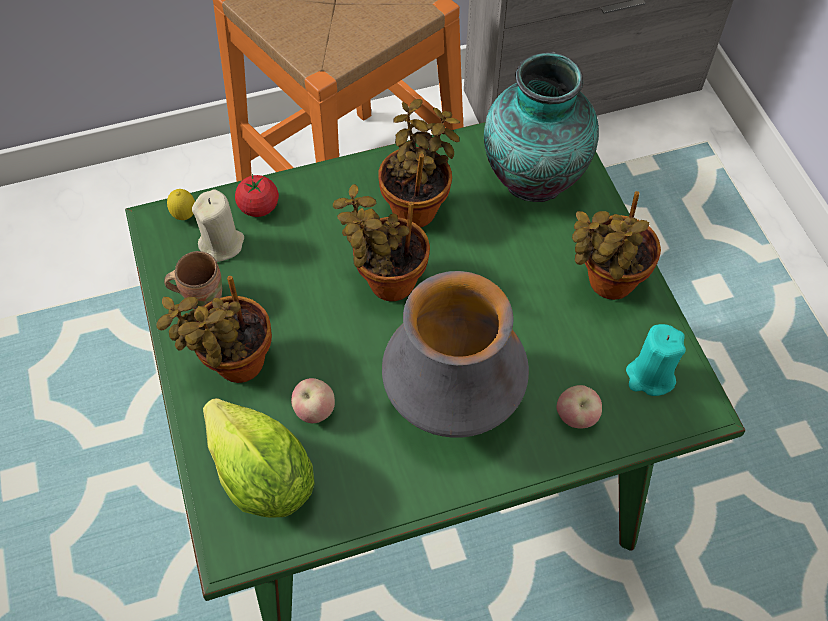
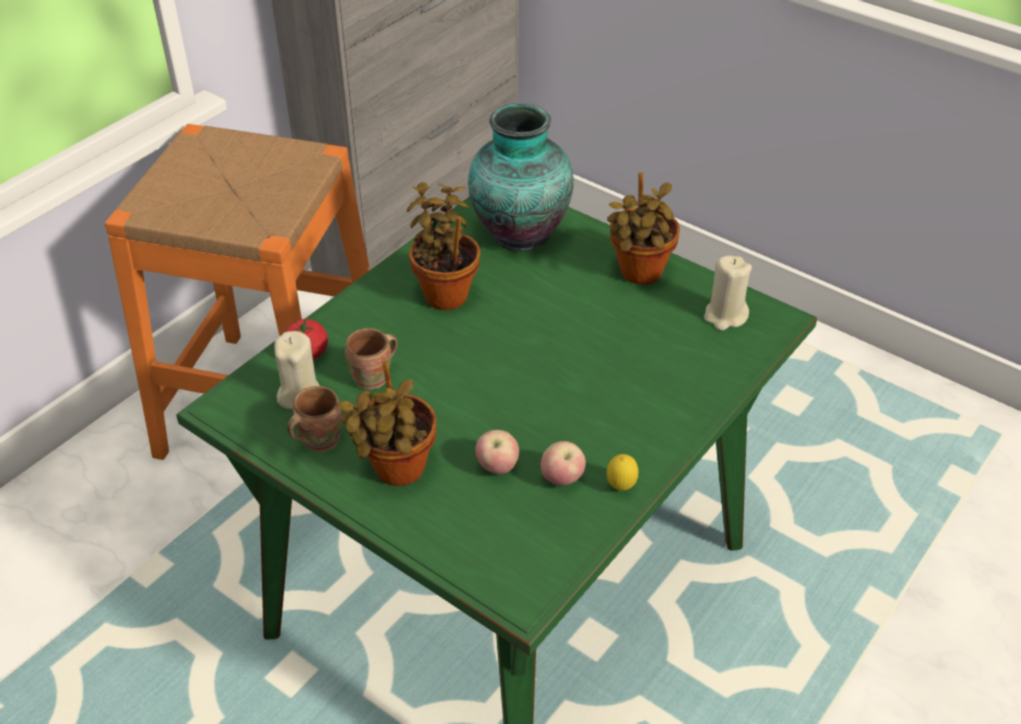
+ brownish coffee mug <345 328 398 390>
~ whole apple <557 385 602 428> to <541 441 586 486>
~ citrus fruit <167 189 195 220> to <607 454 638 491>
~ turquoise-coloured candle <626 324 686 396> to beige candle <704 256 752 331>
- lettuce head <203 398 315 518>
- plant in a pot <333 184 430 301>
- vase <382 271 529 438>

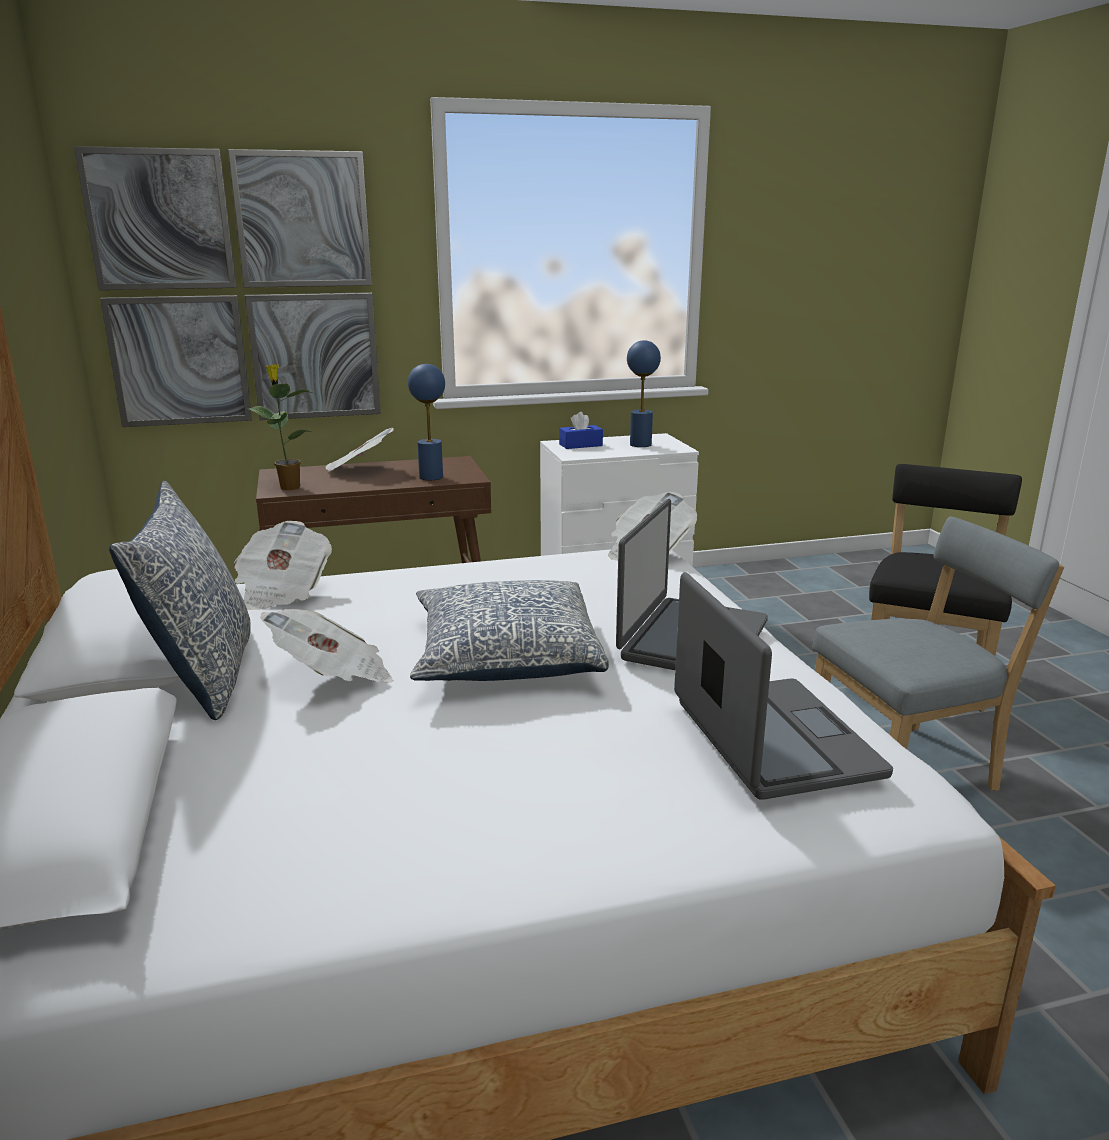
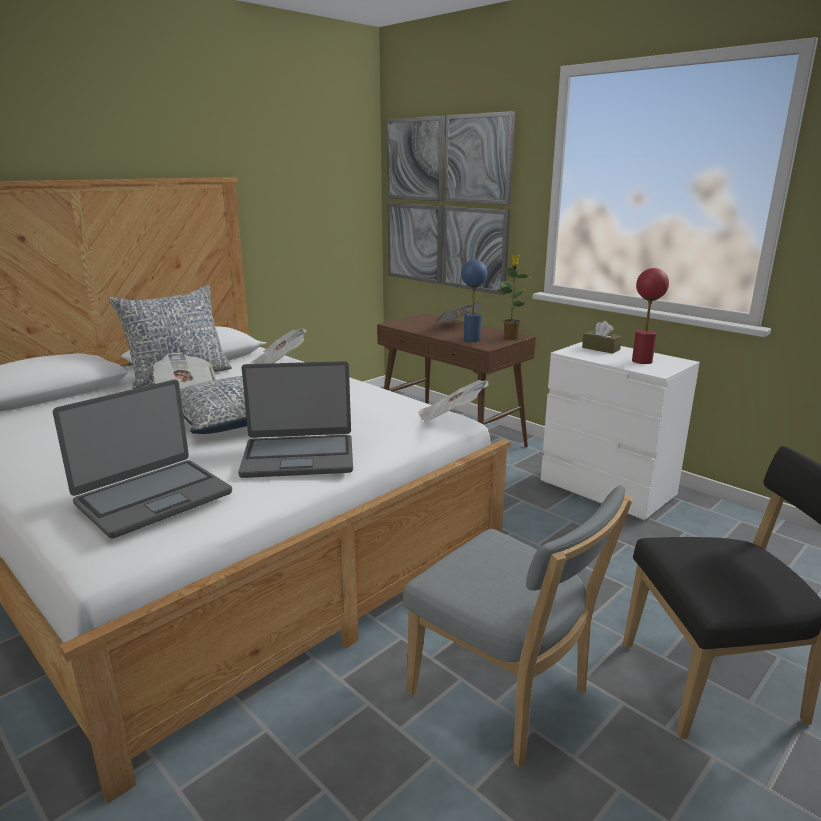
~ plant in a pot <249 364 313 490> to <497 255 531 340>
~ bluish box of tissues <559 412 603 449> to brownish box of tissues <582 321 622 354>
~ bluish tabletop lamp <627 340 661 447> to red tabletop lamp <632 268 669 364>

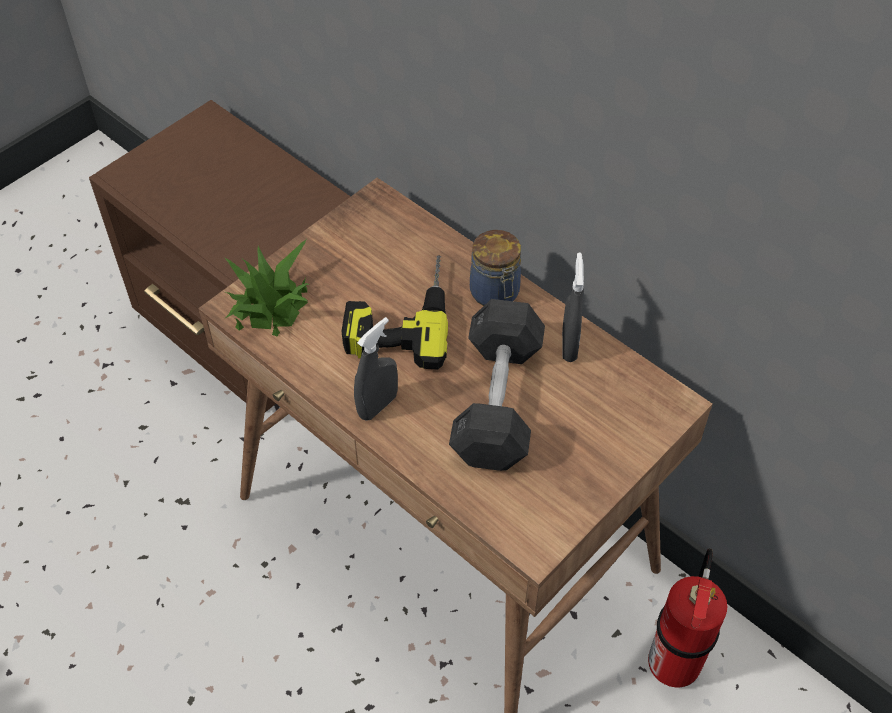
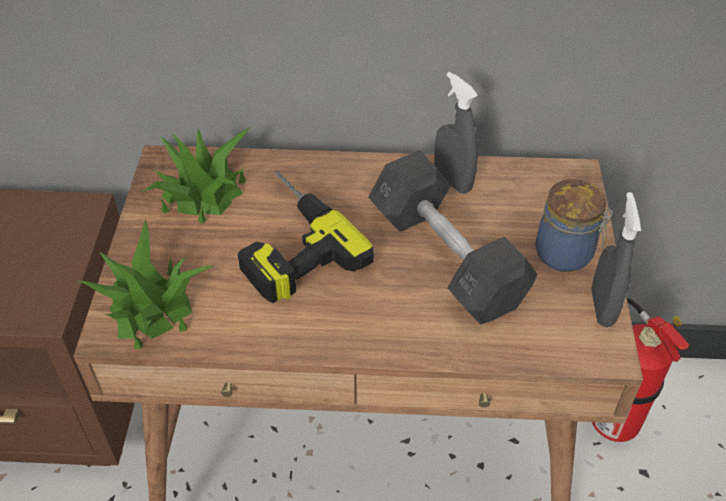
+ plant in a pot <139 127 250 224>
~ preserve jar <470 230 521 306> to <536 179 613 272>
~ gray spray bottle <354 317 398 420> to <592 192 641 327>

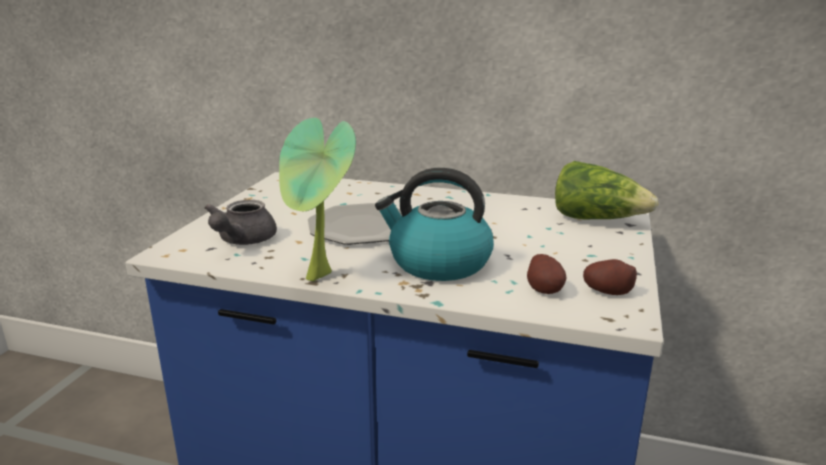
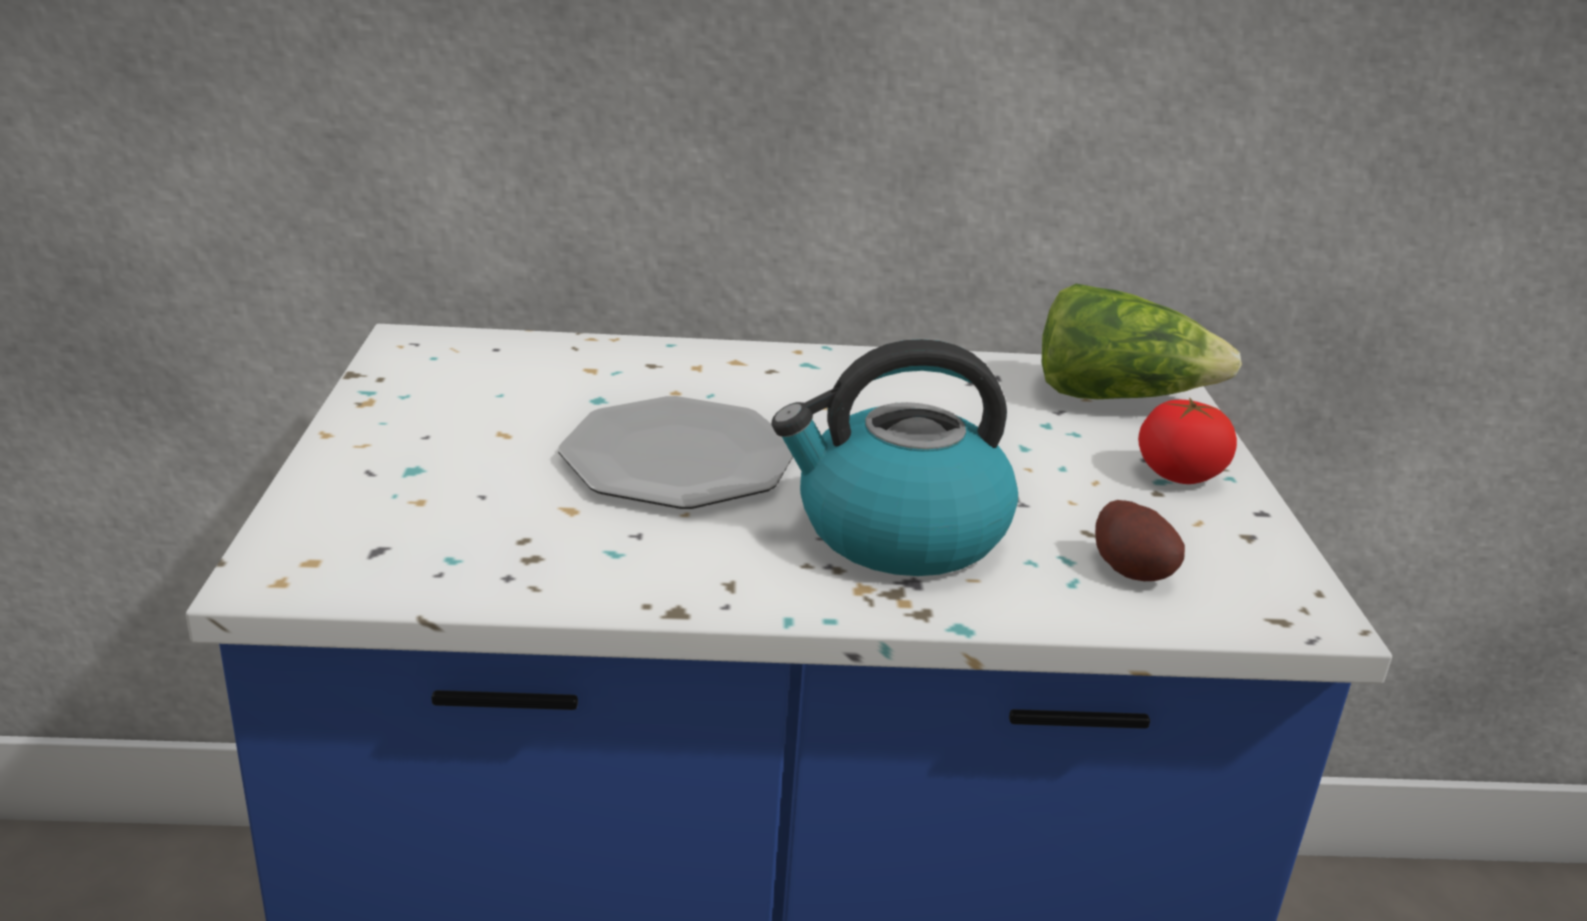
+ whole tomato <1138 397 1237 484>
- gray pot for tea <205 200 277 245>
- plant in a pot <279 118 356 282>
- spud <583 259 637 295>

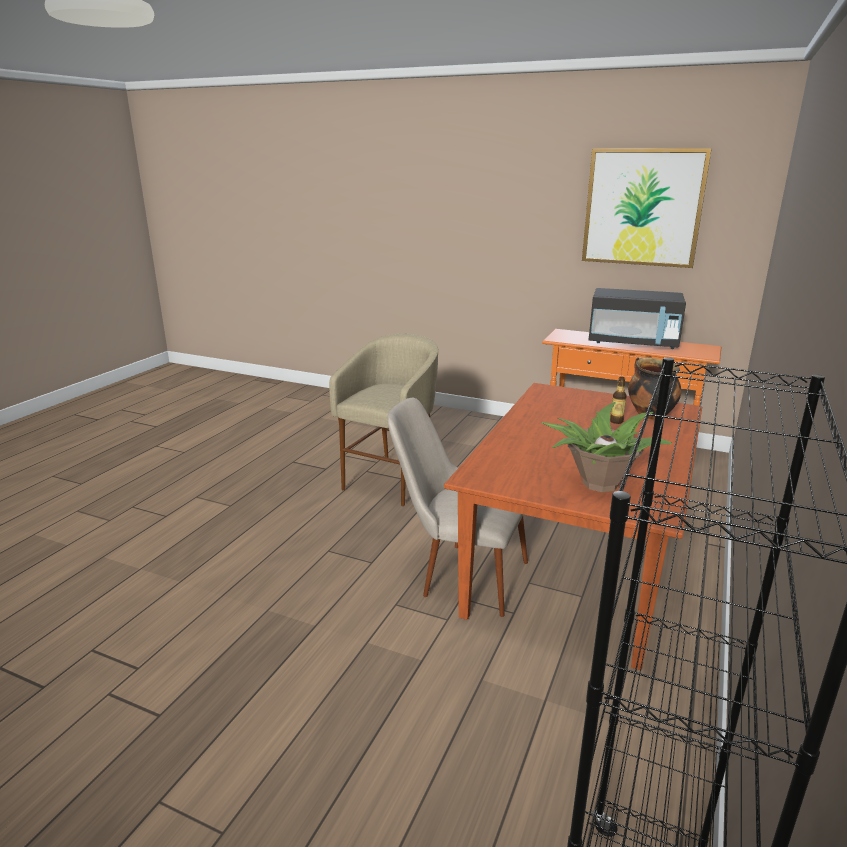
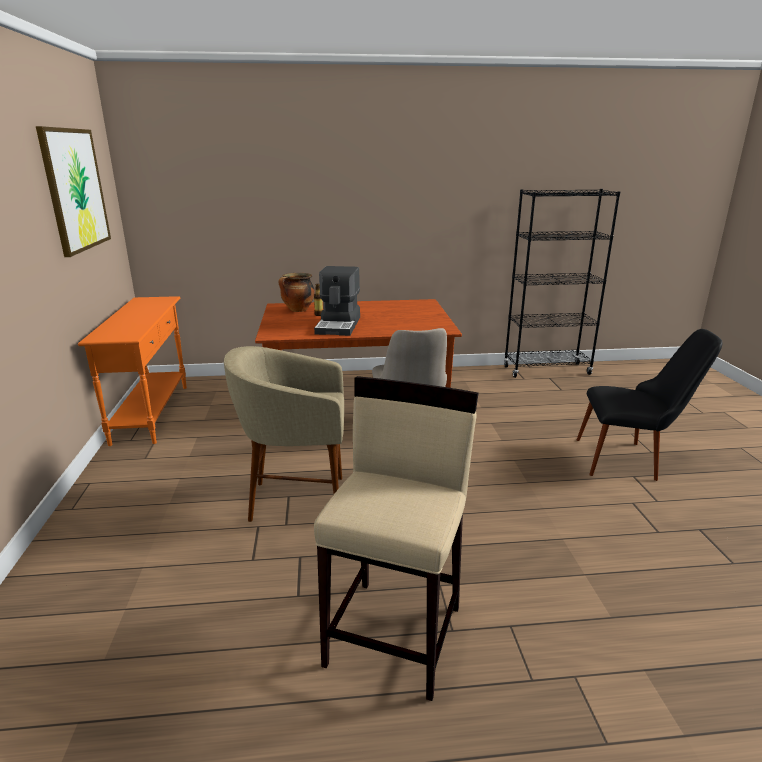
+ coffee brewer <314 266 360 336>
+ beige stool seat <314 376 478 701>
+ black chair <577 329 723 481>
- plant in a pot <541 402 672 492>
- black microwave oven <589 288 686 349>

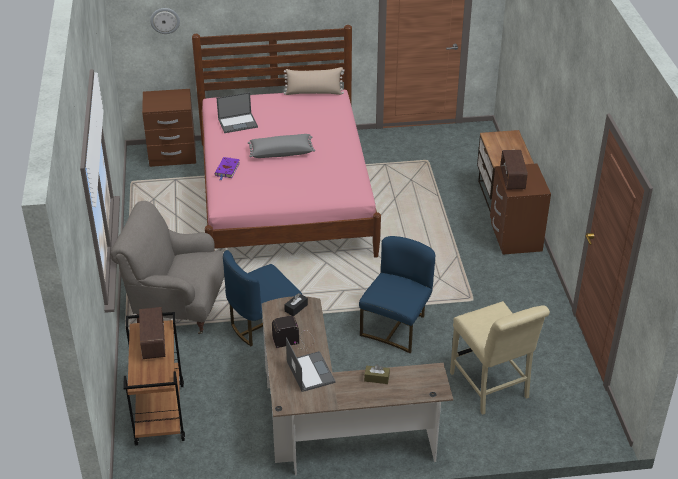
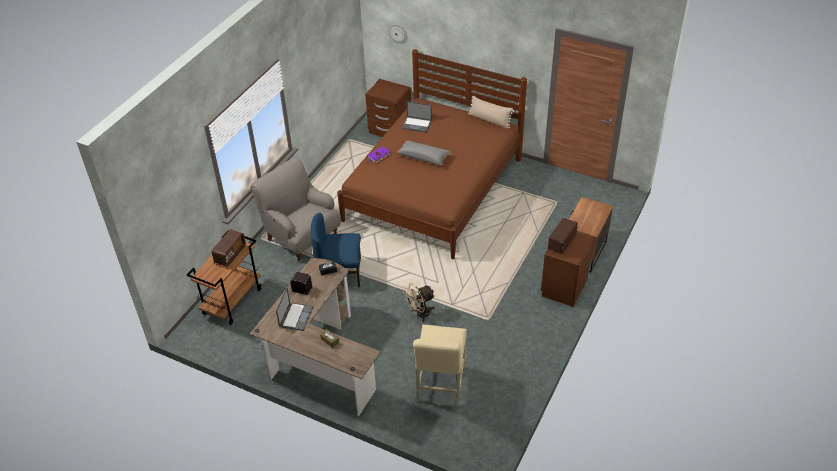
~ pinkish sleeping bed <192 25 381 258> to brownish sleeping bed <337 49 527 259>
~ bluish chair <359 236 435 353> to beige electric fan <403 283 435 322>

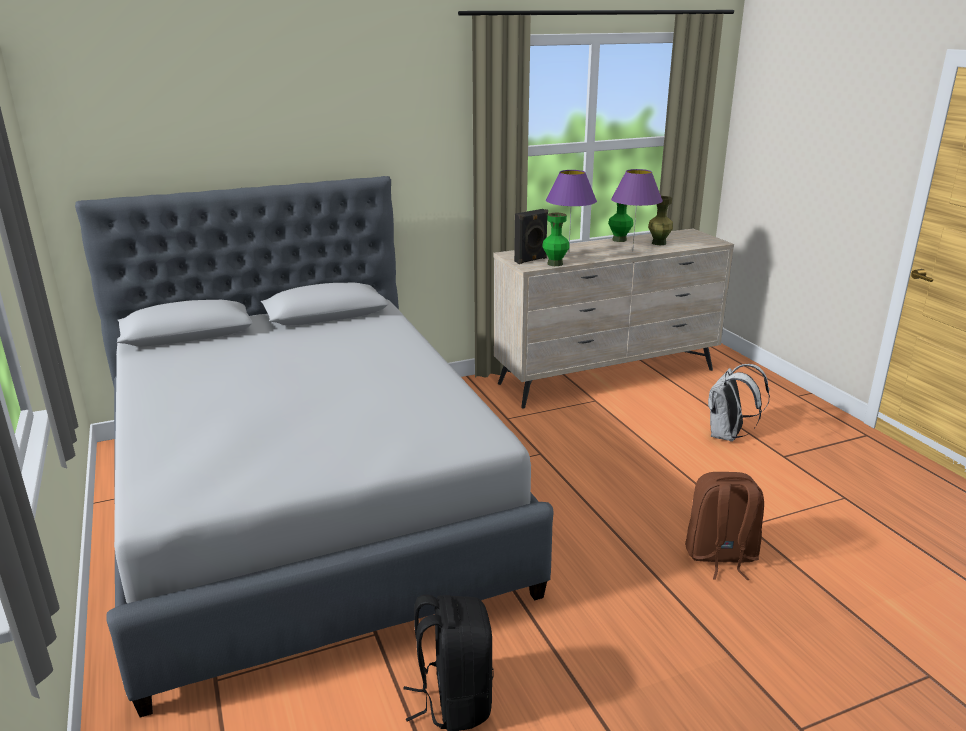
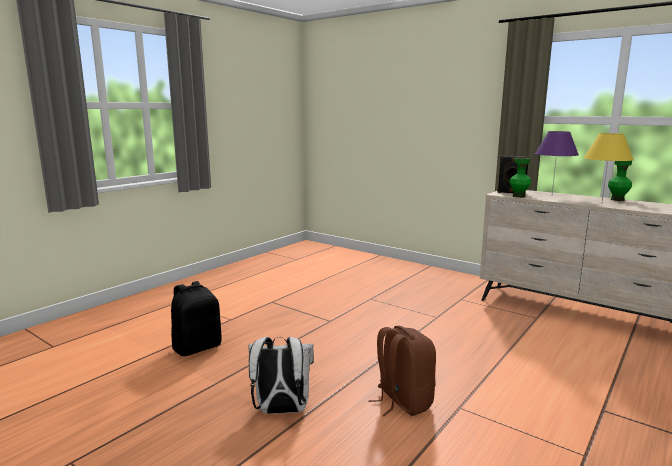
~ whitish knapsack <708 364 770 442> to <248 337 314 414>
~ purple-coloured tabletop lamp <611 169 663 251> to yellow-coloured tabletop lamp <584 133 634 202>
- gray sleeping bed <75 176 554 718>
- greenish vase <648 196 673 245>

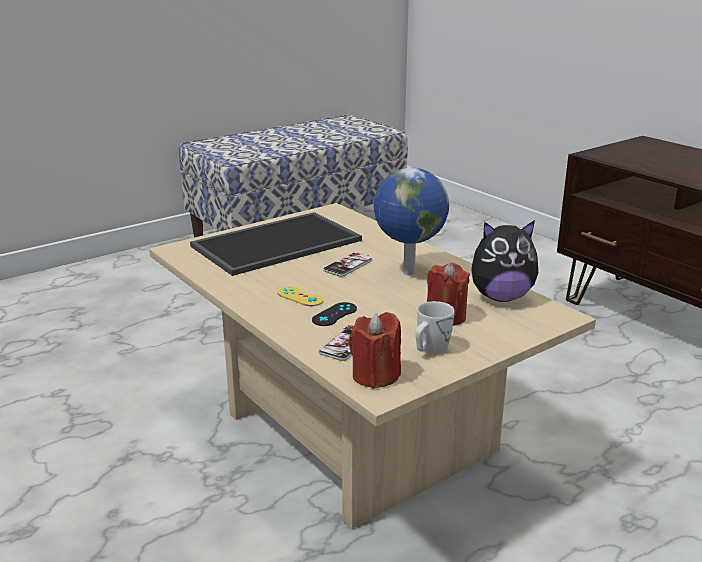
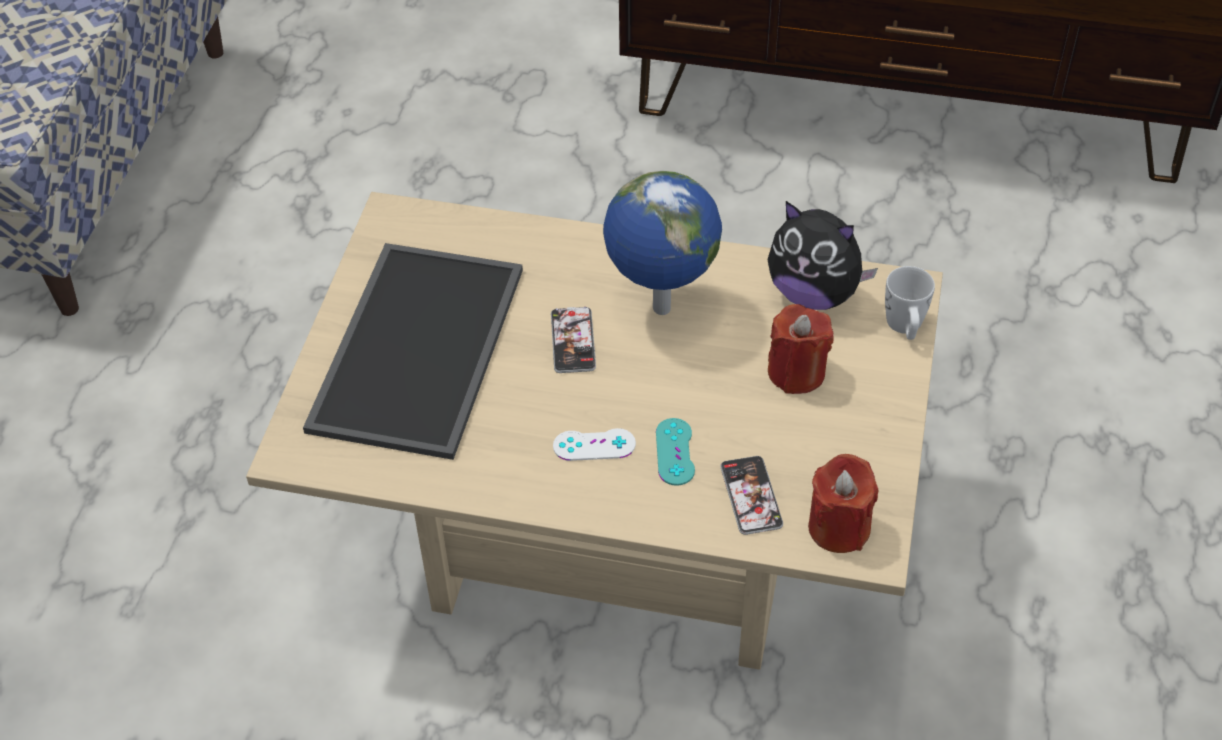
~ yellow-coloured game controller <278 287 324 306> to whitish game controller <553 428 636 461>
~ black game controller <312 302 357 326> to turquoise-coloured game controller <656 418 695 486>
~ plush toy <472 220 538 302> = <767 201 878 310> 75 degrees clockwise
~ whitish coffee mug <416 301 455 354> to <885 266 935 340>

